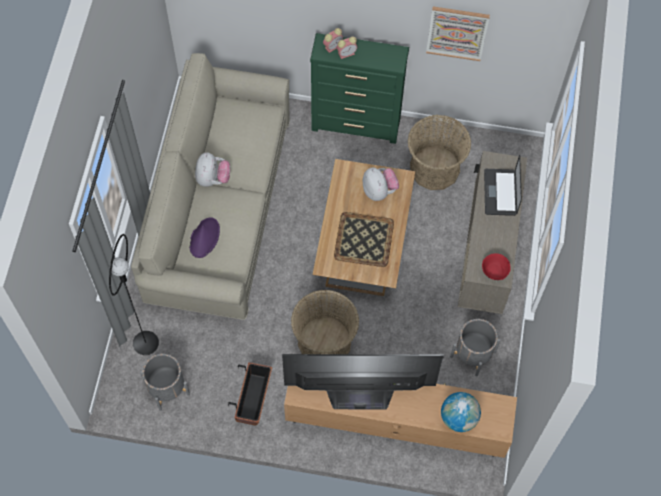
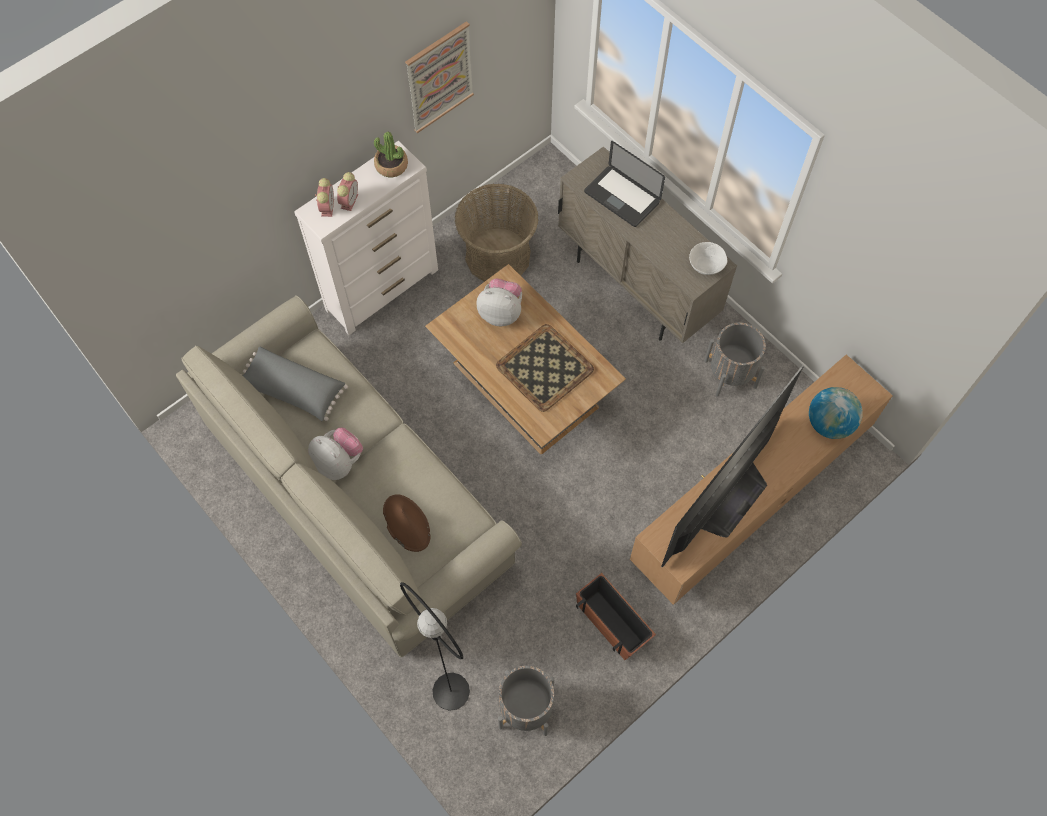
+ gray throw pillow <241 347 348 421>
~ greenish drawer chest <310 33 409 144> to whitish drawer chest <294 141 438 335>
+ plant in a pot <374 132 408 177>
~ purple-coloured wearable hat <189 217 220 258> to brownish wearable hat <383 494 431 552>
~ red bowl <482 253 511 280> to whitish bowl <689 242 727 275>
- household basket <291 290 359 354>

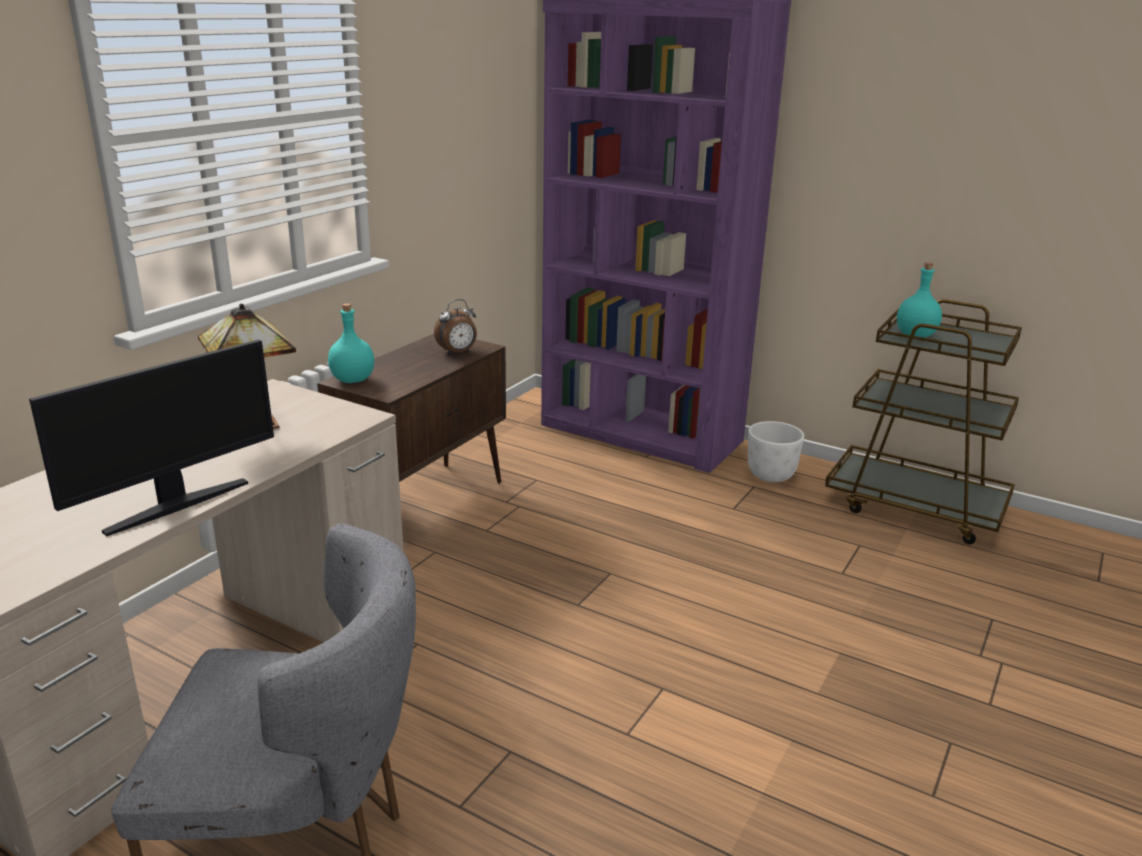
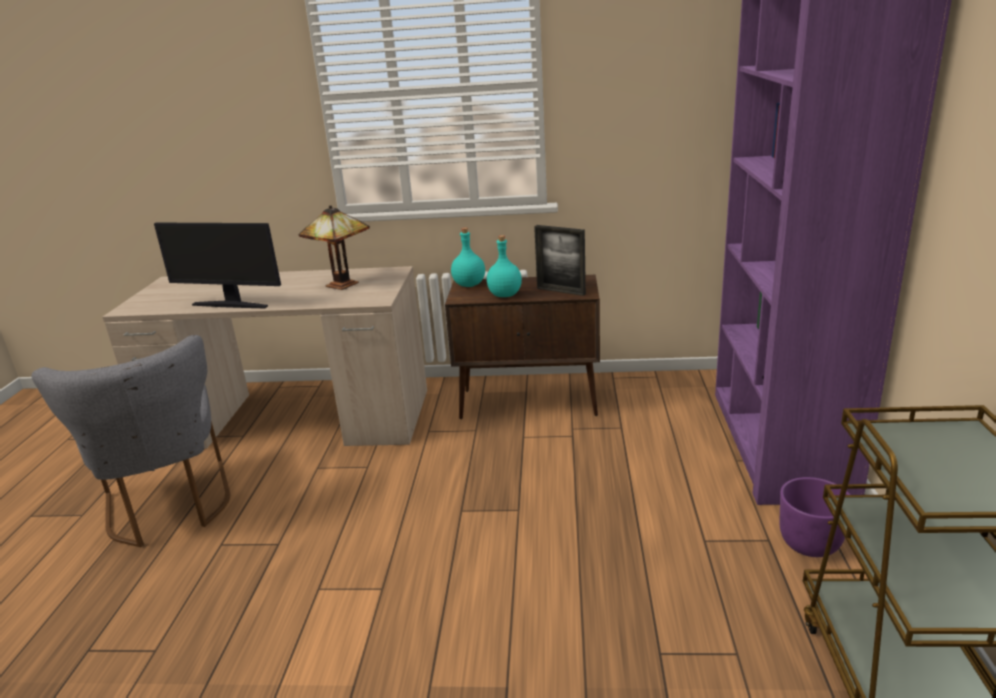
~ turquoise-coloured beverage bottle <897 262 942 338> to <487 235 522 297>
~ alarm clock <434 299 477 355> to standing frame <534 225 586 296>
~ whitish planter <748 421 804 482> to purple-coloured planter <779 477 850 557>

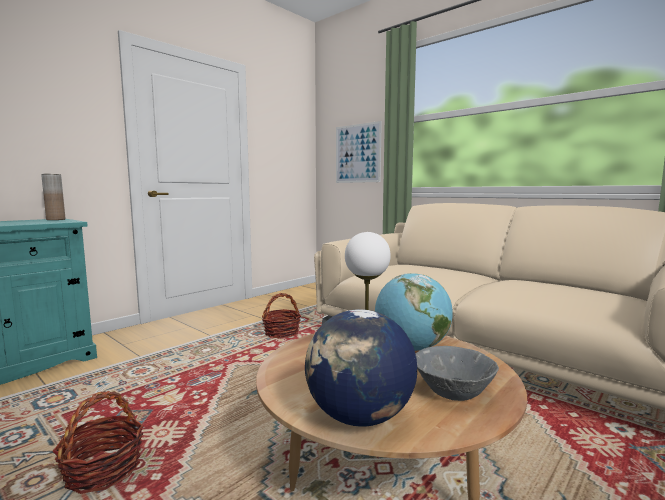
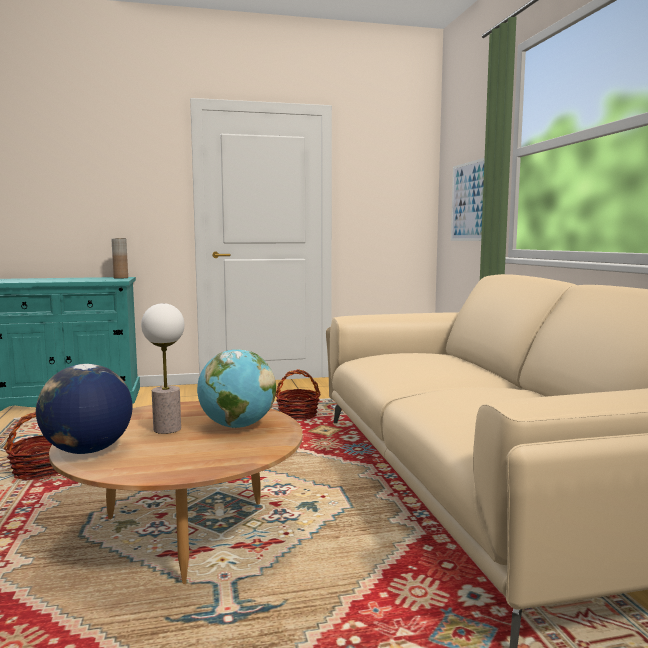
- gray bowl <416 346 499 401>

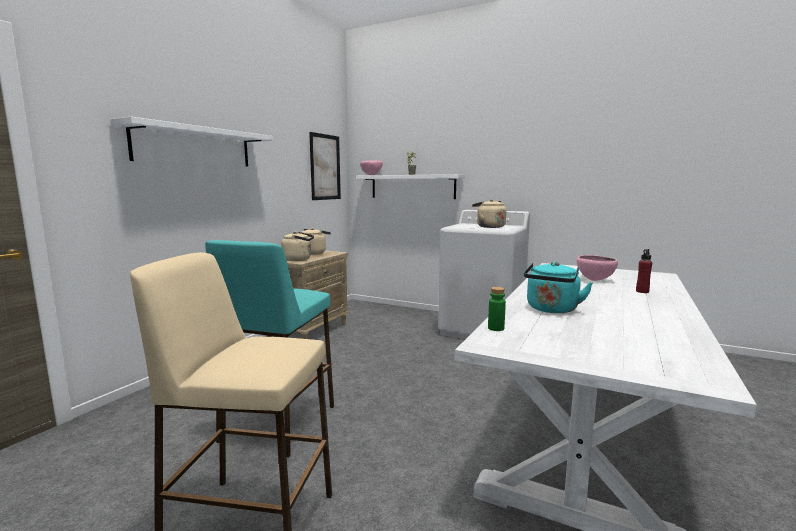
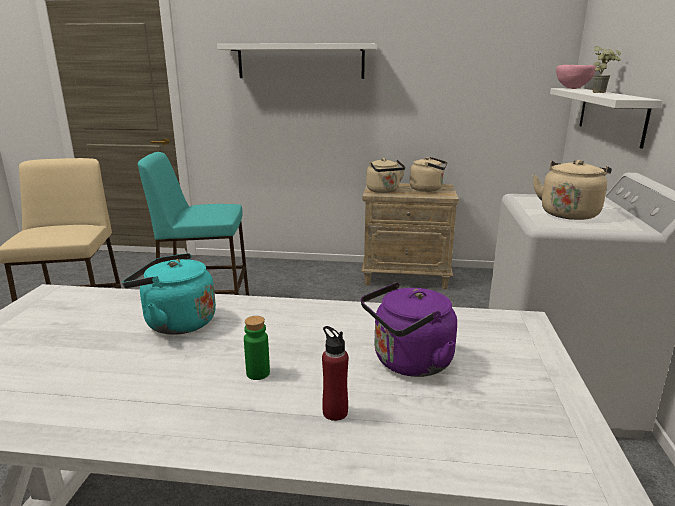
~ greenish beverage bottle <488 287 506 331> to <244 316 270 380>
~ pinkish bowl <577 255 618 281> to purple-coloured water kettle <361 282 457 377>
- wall art <309 132 341 200>

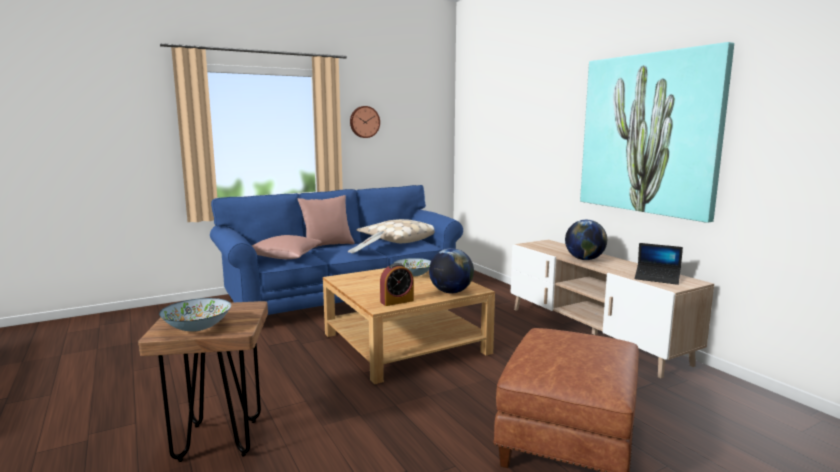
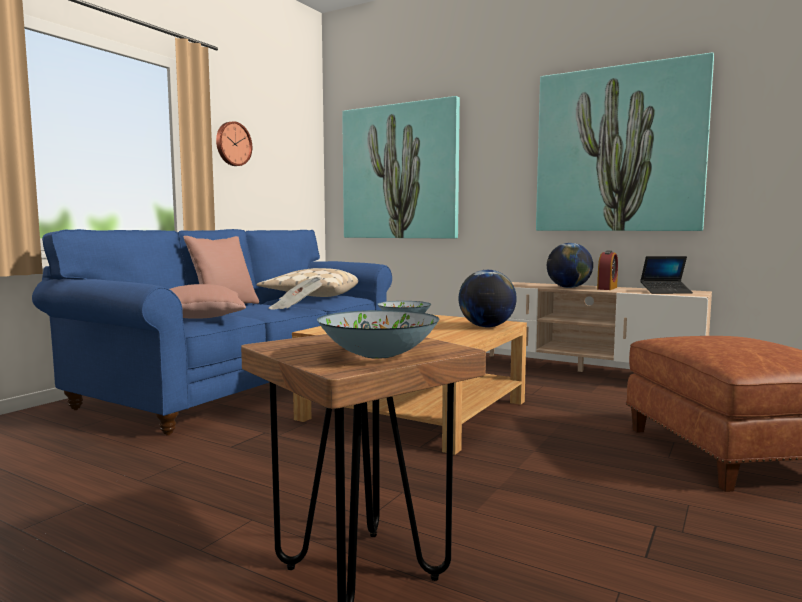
+ wall art <342 96 460 239>
~ alarm clock <380 263 414 306> to <597 250 618 290>

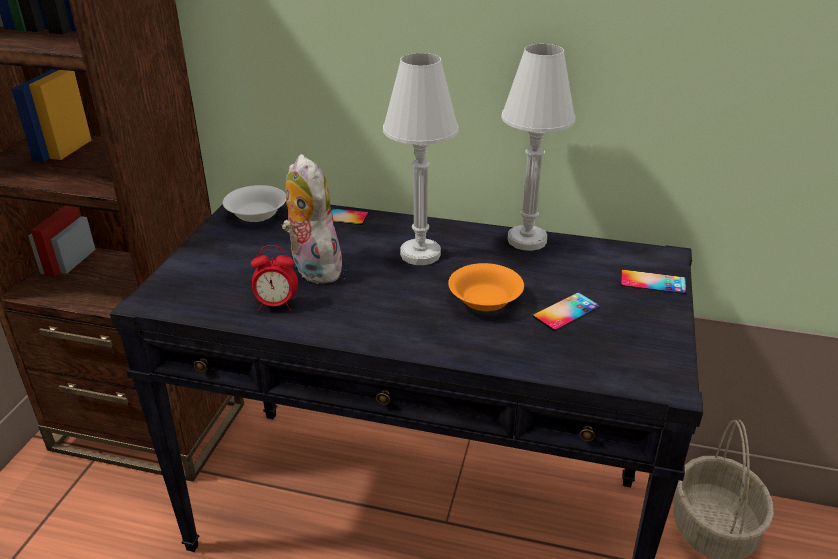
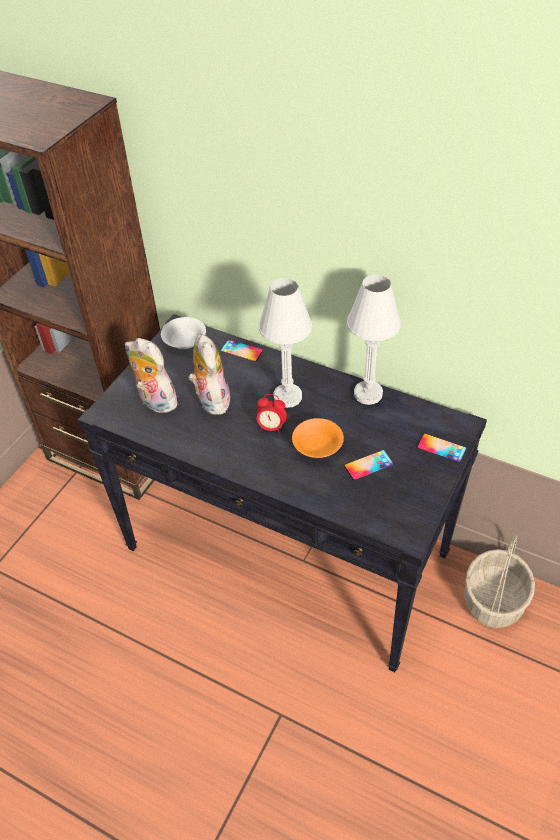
+ plush toy <125 338 181 414>
~ alarm clock <251 245 298 311> to <256 394 287 434>

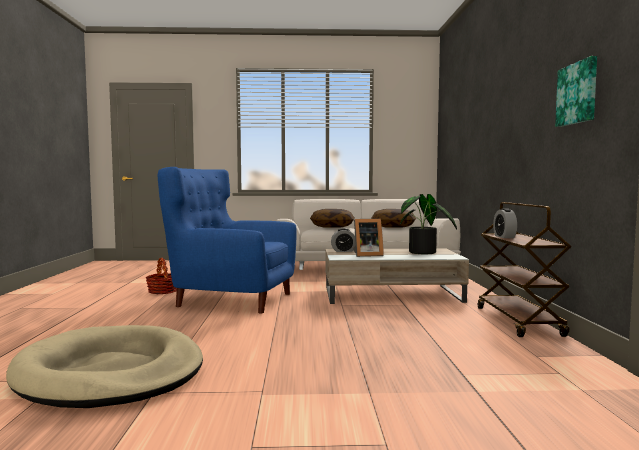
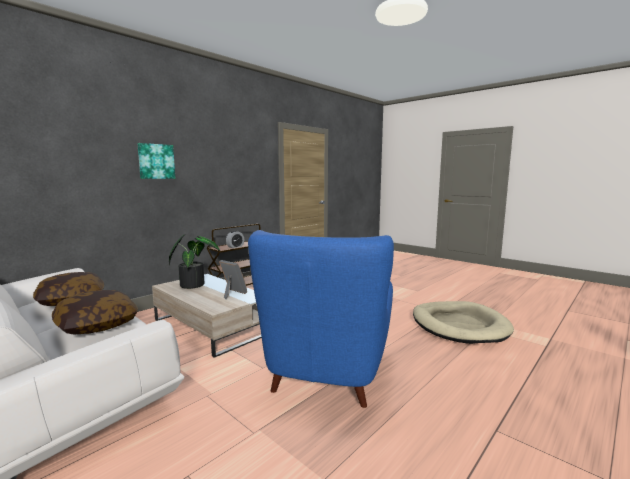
~ wall art <555 56 597 127> to <137 143 175 179>
~ bluish easy chair <158 167 297 314> = <248 230 394 408> 45 degrees clockwise
- household basket <145 258 177 294>
- alarm clock <331 228 356 252>

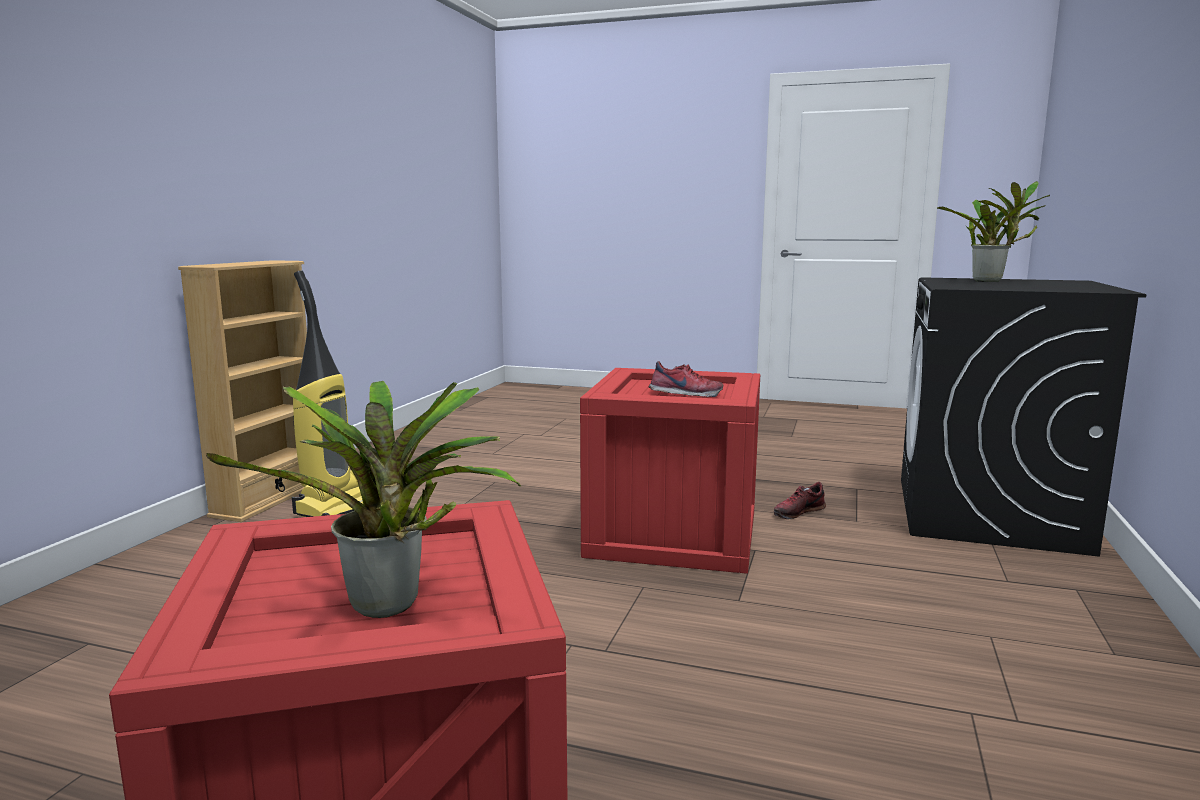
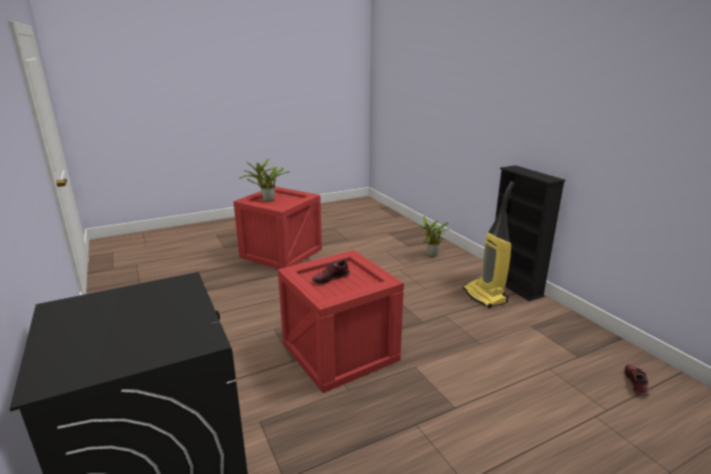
~ plant in a pot <937 181 1050 282> to <414 216 449 256>
~ beige shelving unit <178 260 307 522> to black shelving unit <495 165 566 301>
~ low shoe <774 482 826 519> to <625 364 649 396>

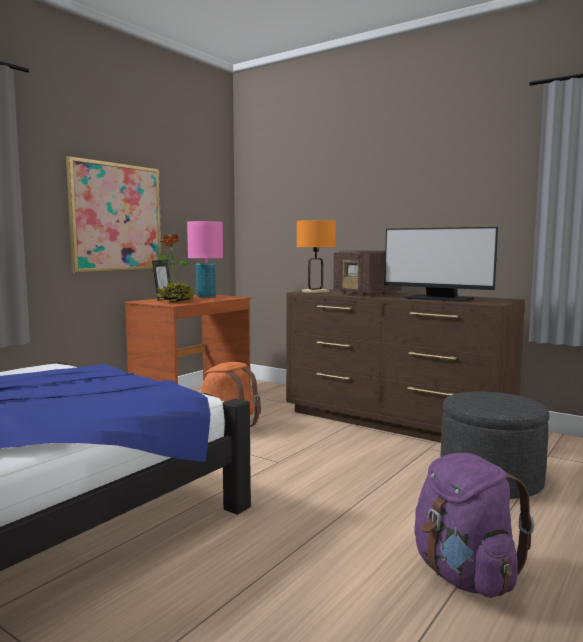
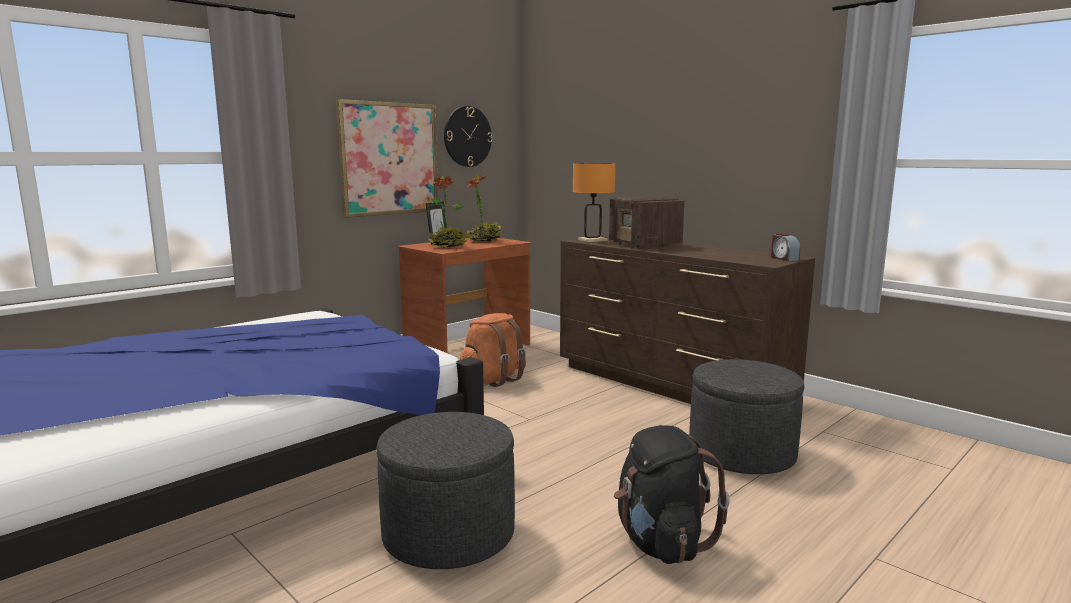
+ gray pouffe <376 412 515 569>
+ hanging clock <444 106 493 167>
~ pinkish tabletop lamp <187 221 223 298> to plant in a pot <465 175 502 241>
~ purple-coloured knapsack <414 453 534 598> to black knapsack <614 425 730 564>
+ alarm clock <771 233 800 261>
- monitor <384 227 498 302>

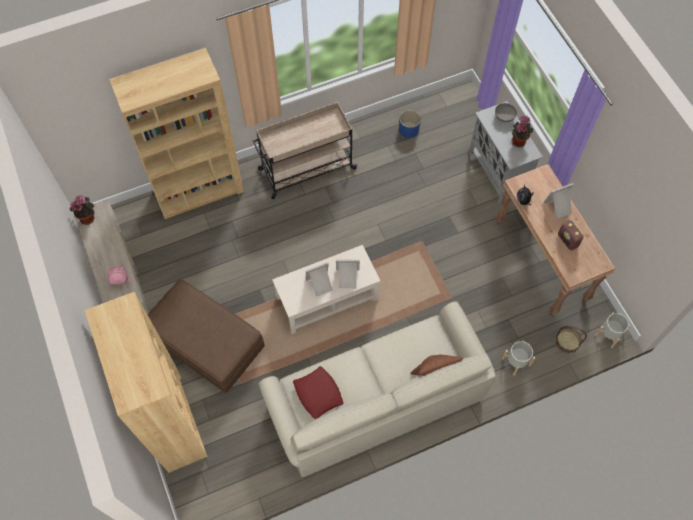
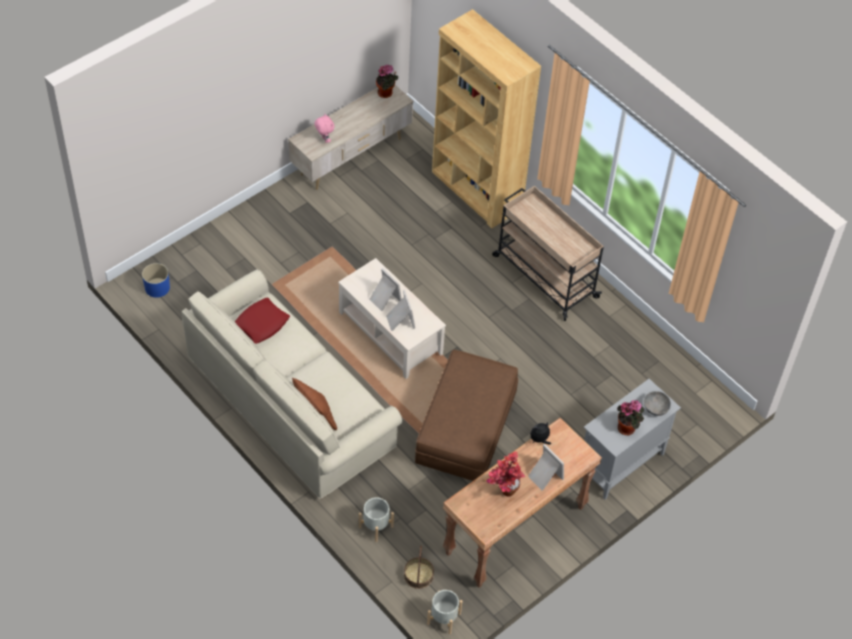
~ bluish planter <399 110 421 138> to <142 263 170 298>
~ brownish pouffe <147 279 265 393> to <415 350 518 481>
~ radio <558 220 584 251> to plant in a pot <487 452 525 497>
- brownish shelving unit <85 292 208 473>

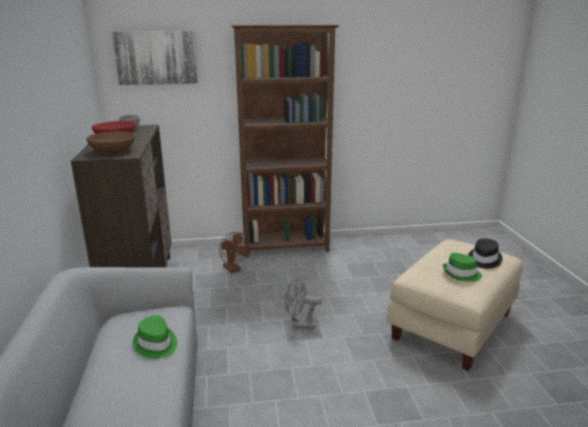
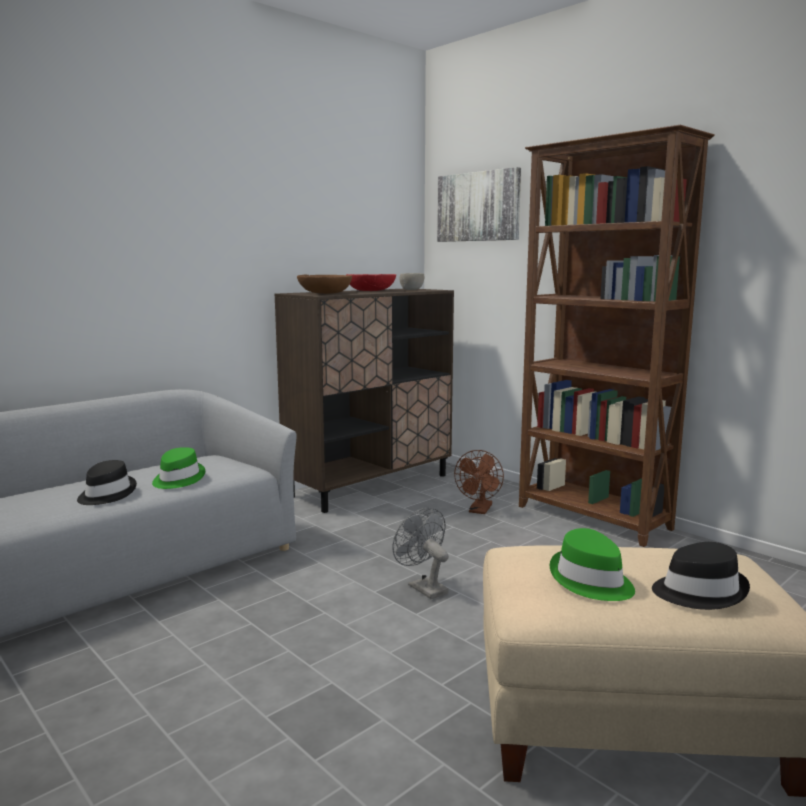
+ black wearable hat <77 460 137 505>

